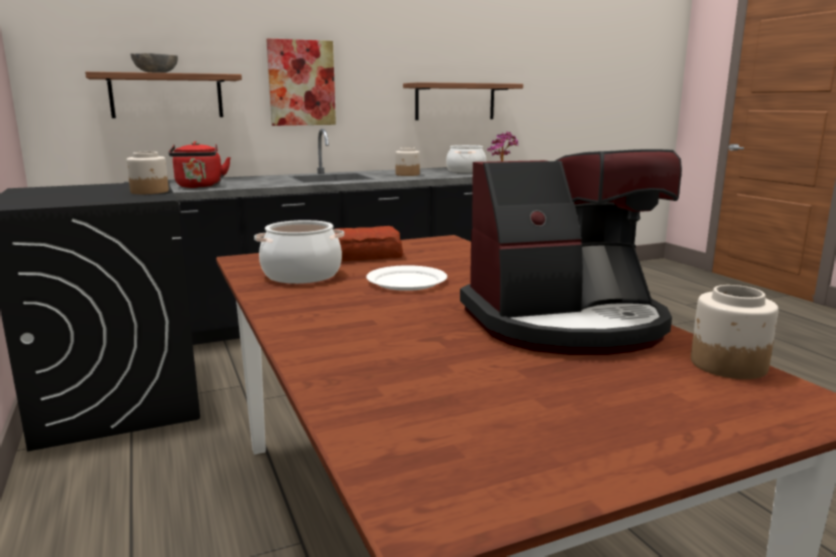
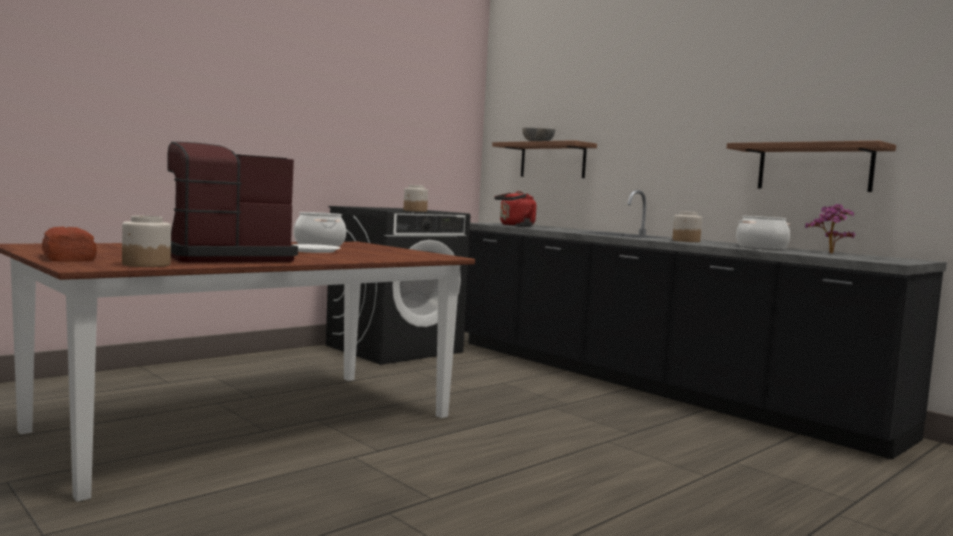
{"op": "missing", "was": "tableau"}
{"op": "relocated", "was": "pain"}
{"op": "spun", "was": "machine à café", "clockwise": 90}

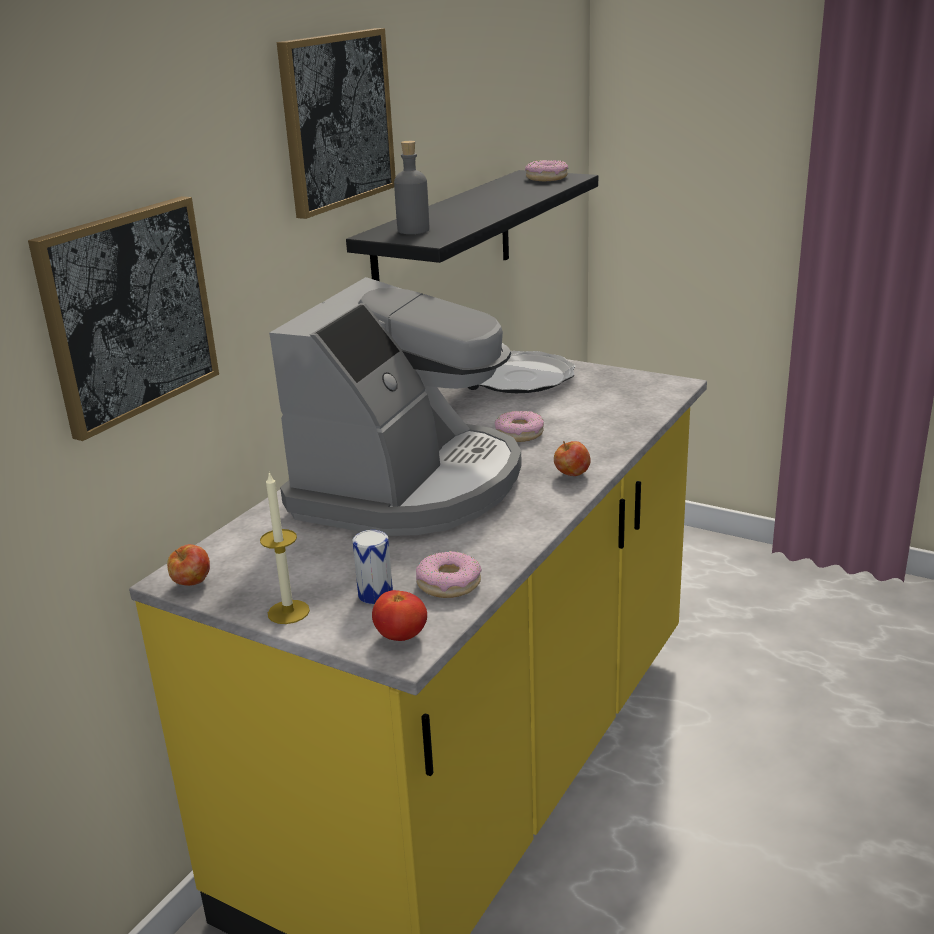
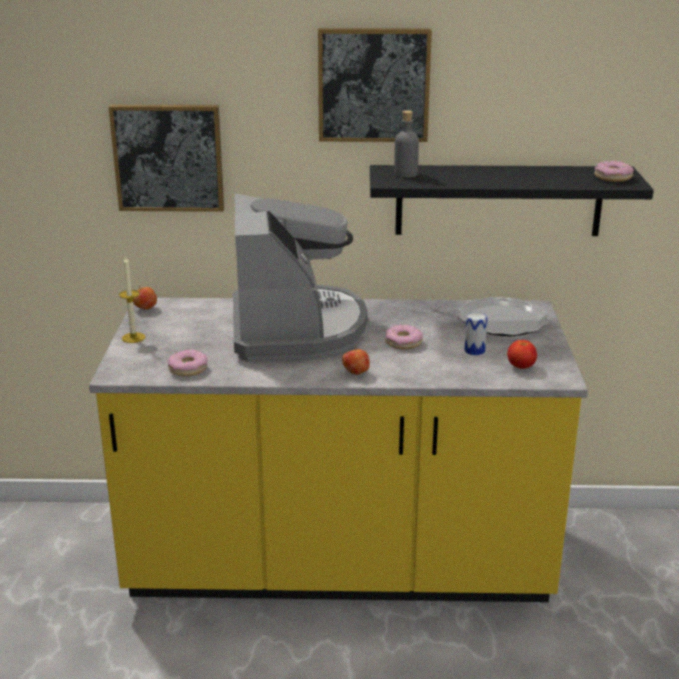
{"op": "spun", "was": "machine à café", "clockwise": -90}
{"op": "relocated", "was": "boîte métallique"}
{"op": "relocated", "was": "tomate"}

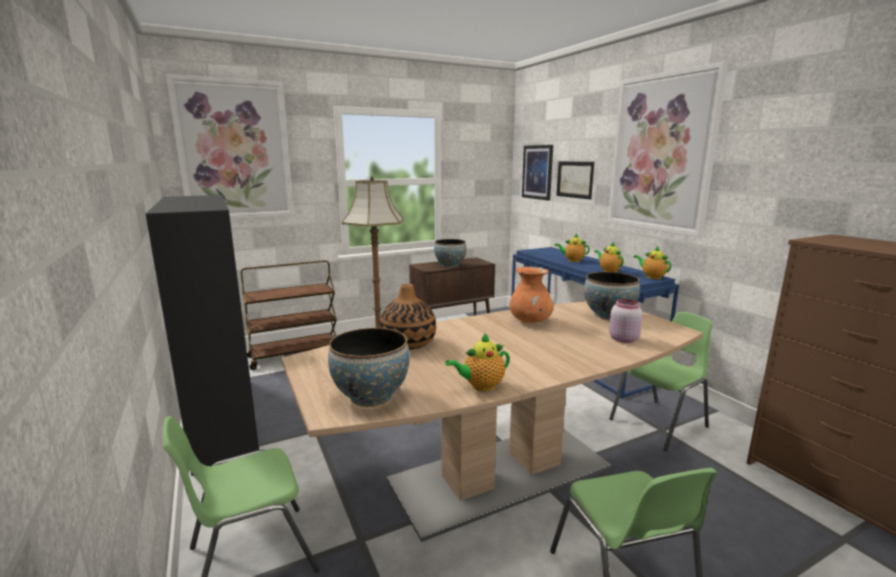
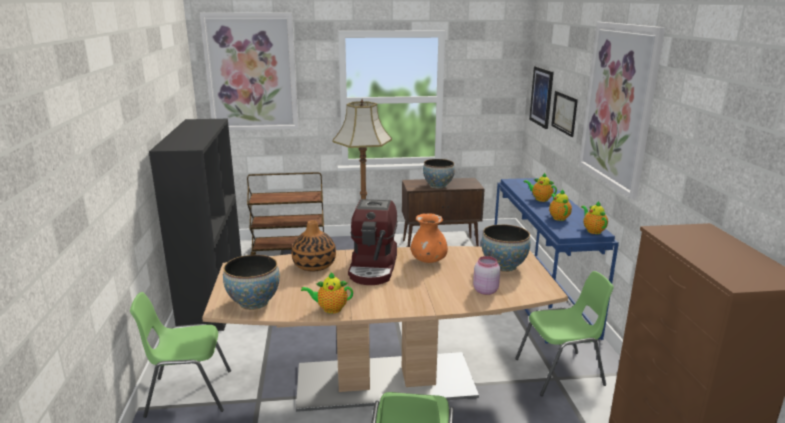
{"op": "appeared", "now": "machine à café"}

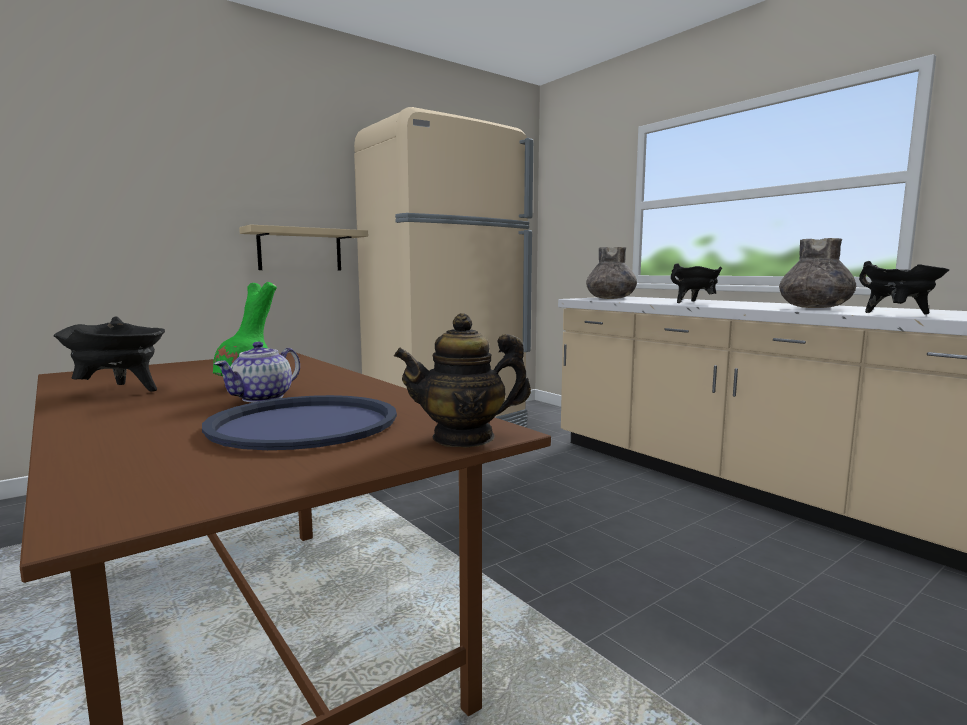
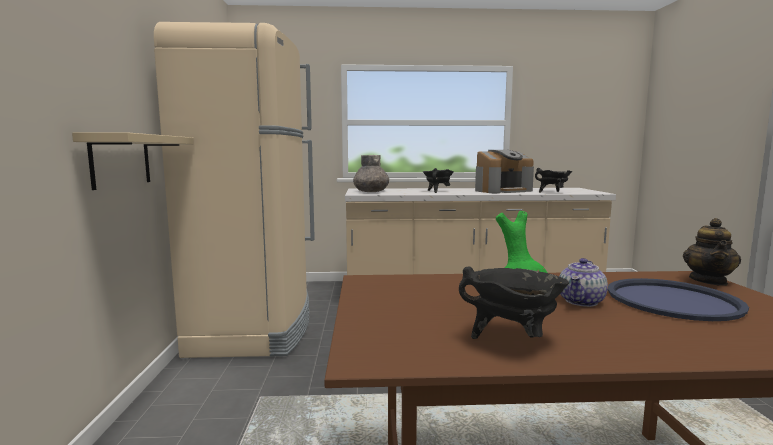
{"op": "spun", "was": "théière (no. 1 from left)", "clockwise": 60}
{"op": "exchanged", "was": "vase (gris) (no. 2 from left)", "now": "machine à café"}

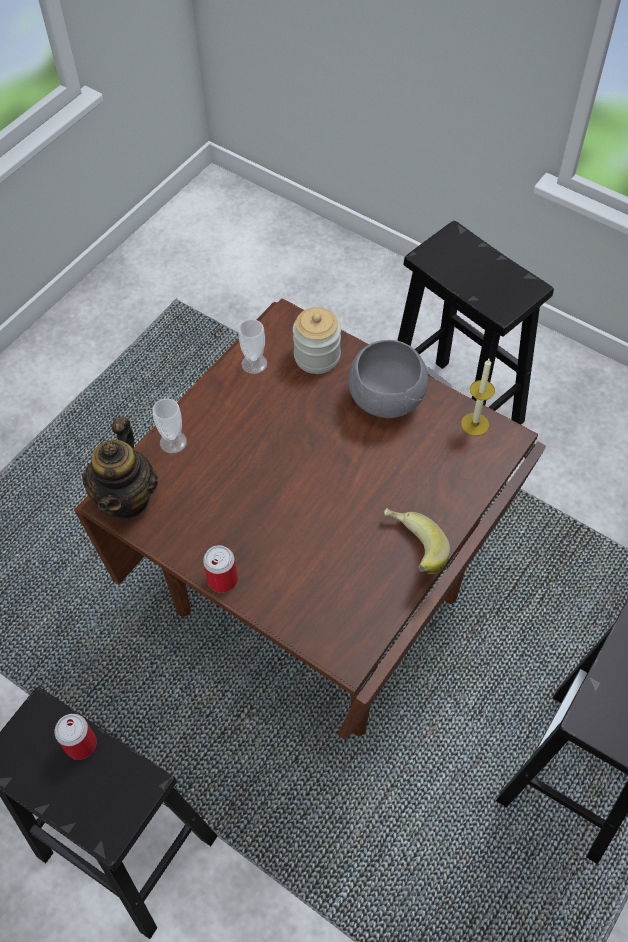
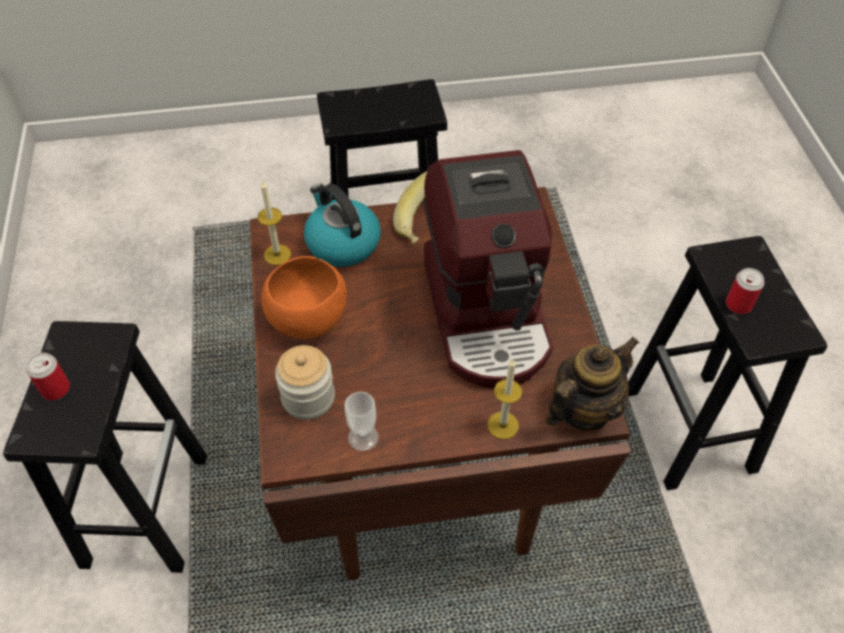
{"op": "exchanged", "was": "tasse (no. 1 from left)", "now": "bougie (no. 2 from left)"}
{"op": "relocated", "was": "boîte métallique (no. 2 from left in the first image)", "now": "boîte métallique (no. 1 from left)"}
{"op": "colour", "was": "bol (gris)", "now": "bol (orange)"}
{"op": "appeared", "now": "bouilloire"}
{"op": "appeared", "now": "machine à café"}

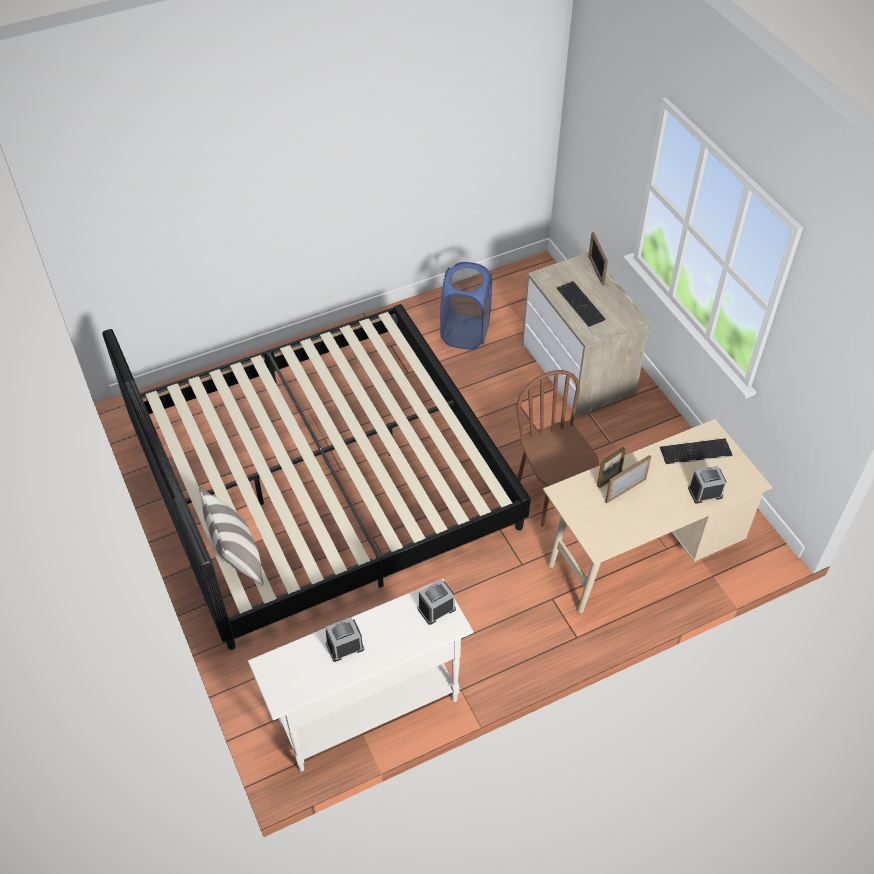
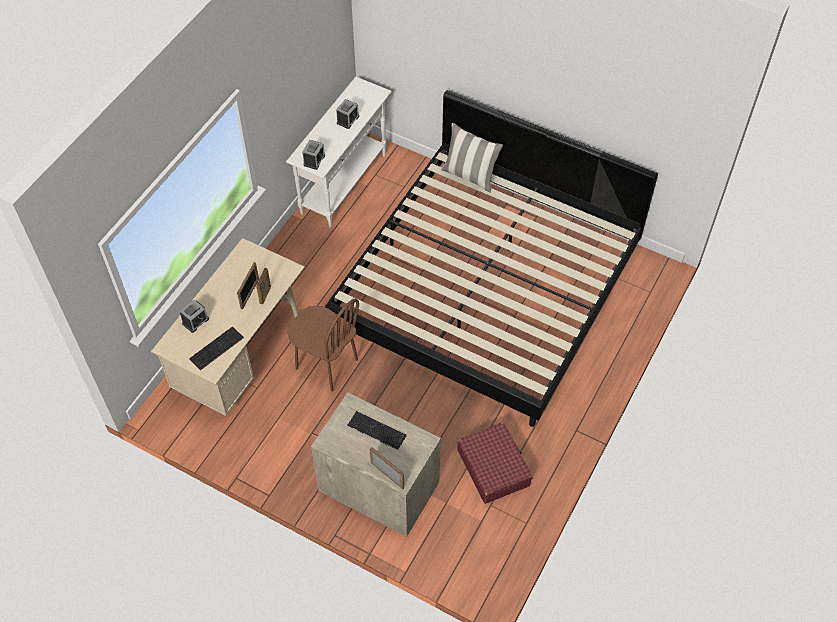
{"op": "exchanged", "was": "panier à linge (bleu)", "now": "valise (rouge)"}

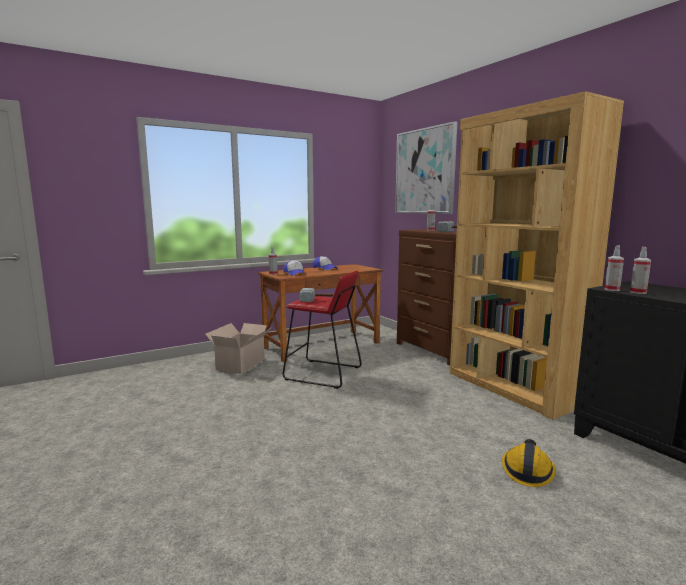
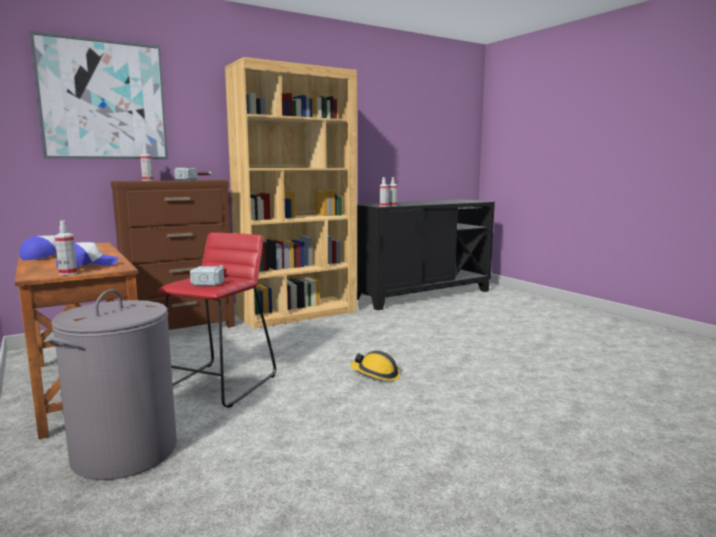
{"op": "exchanged", "was": "carton", "now": "panier à linge (gris)"}
{"op": "relocated", "was": "casque de chantier"}

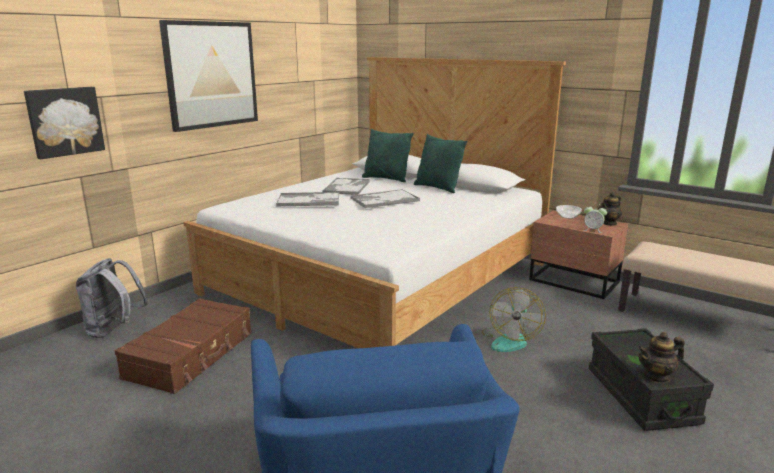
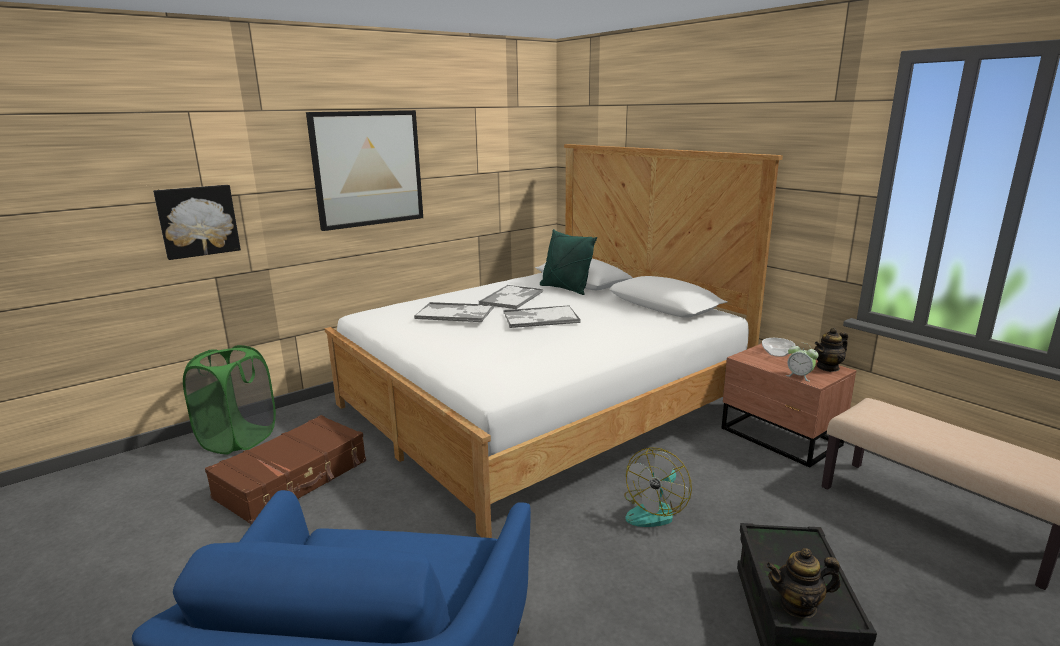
{"op": "exchanged", "was": "sac à dos (gris)", "now": "panier à linge (vert)"}
{"op": "missing", "was": "coussin (vert) (no. 2 from left)"}

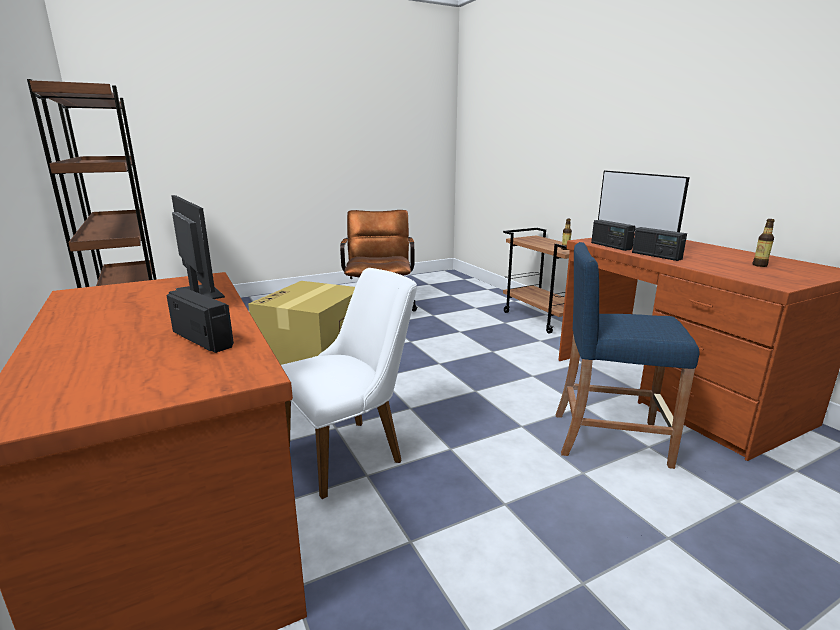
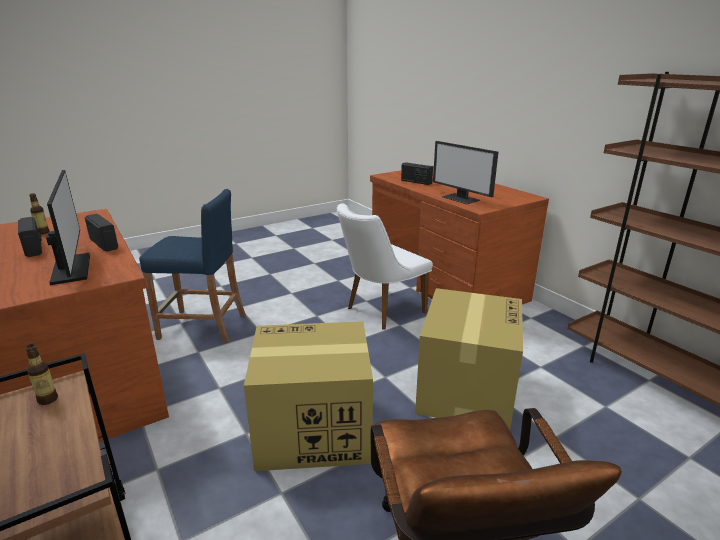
{"op": "relocated", "was": "radio (no. 2 from left in the first image)", "now": "radio (no. 1 from left)"}
{"op": "appeared", "now": "carton (no. 1 from left)"}

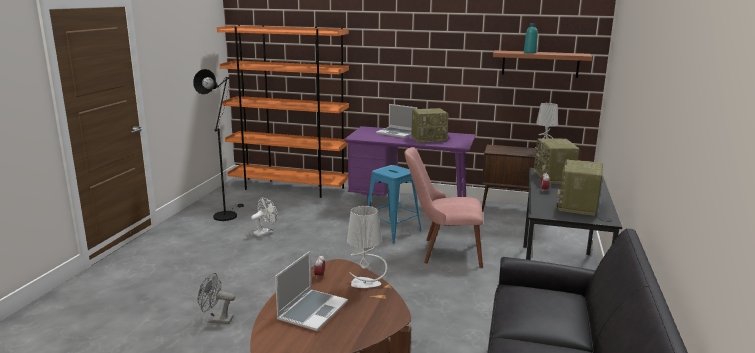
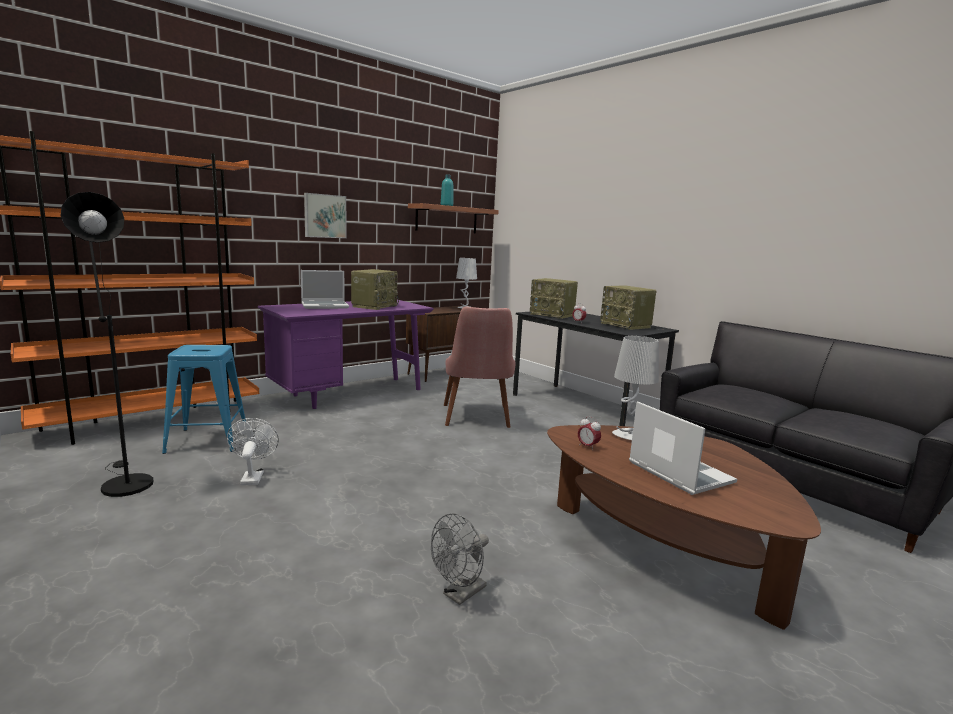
{"op": "relocated", "was": "tabouret (bleu)"}
{"op": "spun", "was": "chaise (rose)", "clockwise": -45}
{"op": "appeared", "now": "tableau"}

